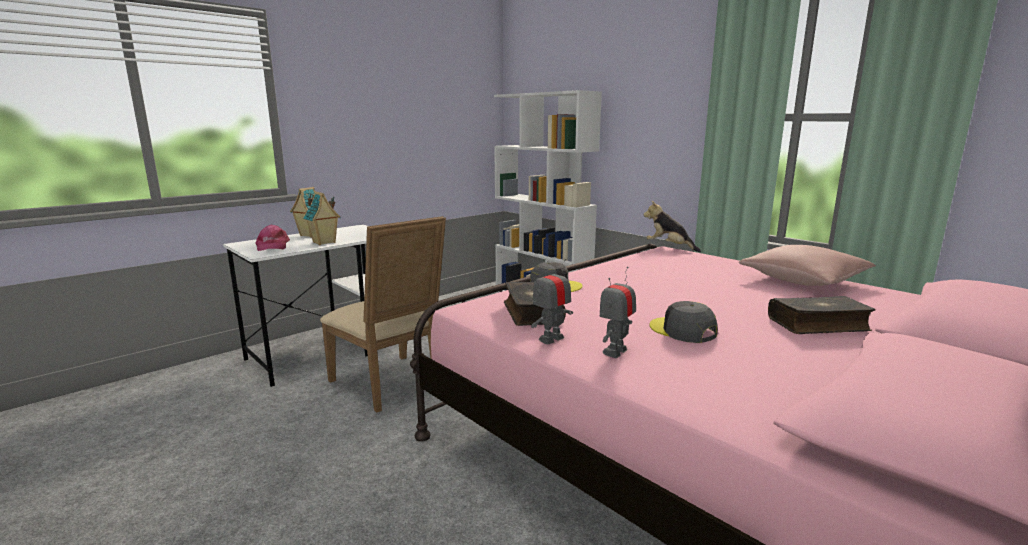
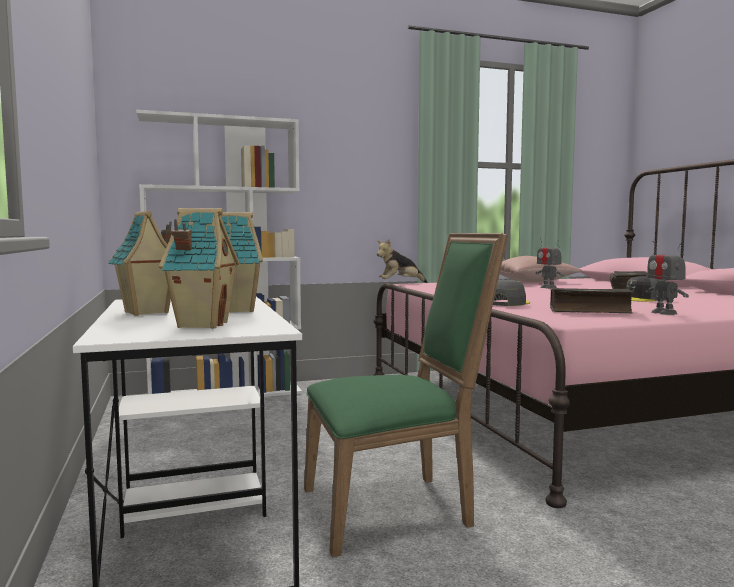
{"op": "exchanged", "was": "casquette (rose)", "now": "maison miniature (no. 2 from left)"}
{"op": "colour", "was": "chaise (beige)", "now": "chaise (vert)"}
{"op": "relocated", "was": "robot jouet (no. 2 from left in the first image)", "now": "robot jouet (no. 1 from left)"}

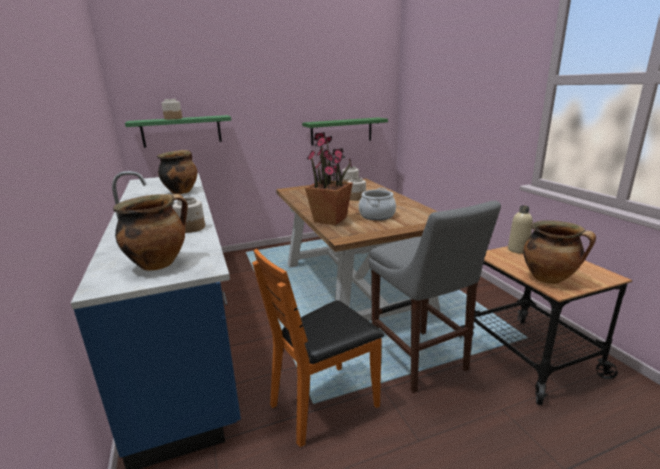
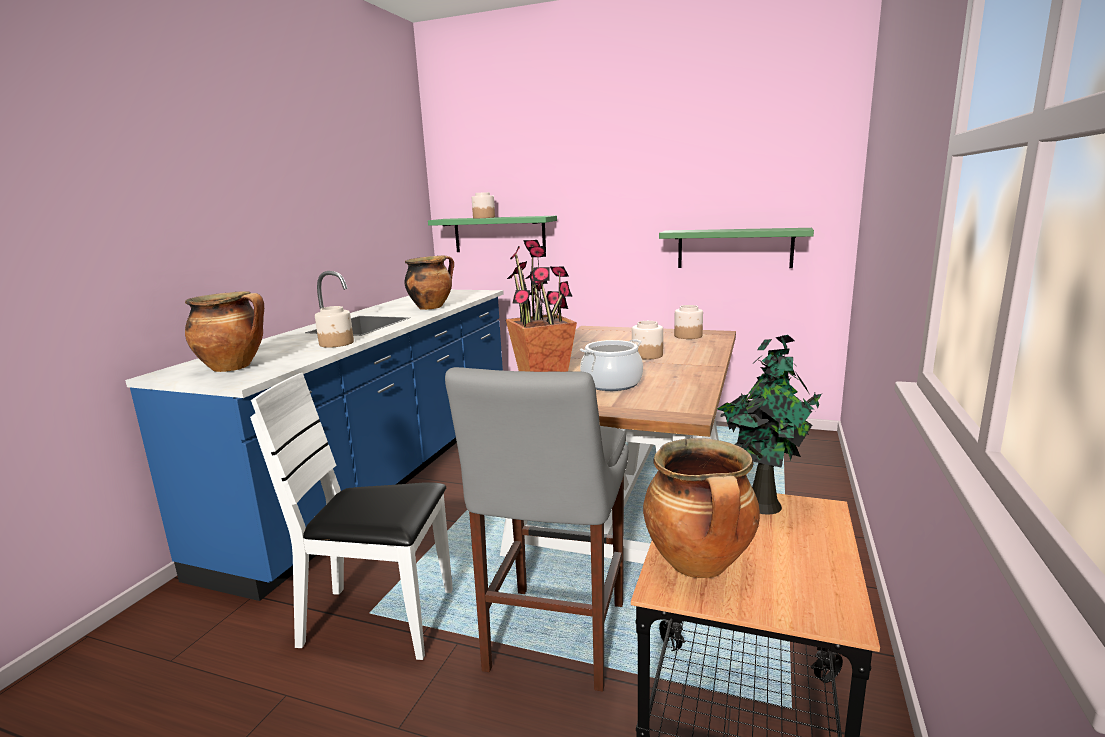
{"op": "colour", "was": "chaise (orange)", "now": "chaise (blanc)"}
{"op": "exchanged", "was": "bouteille (beige)", "now": "plante en pot (no. 2 from left)"}

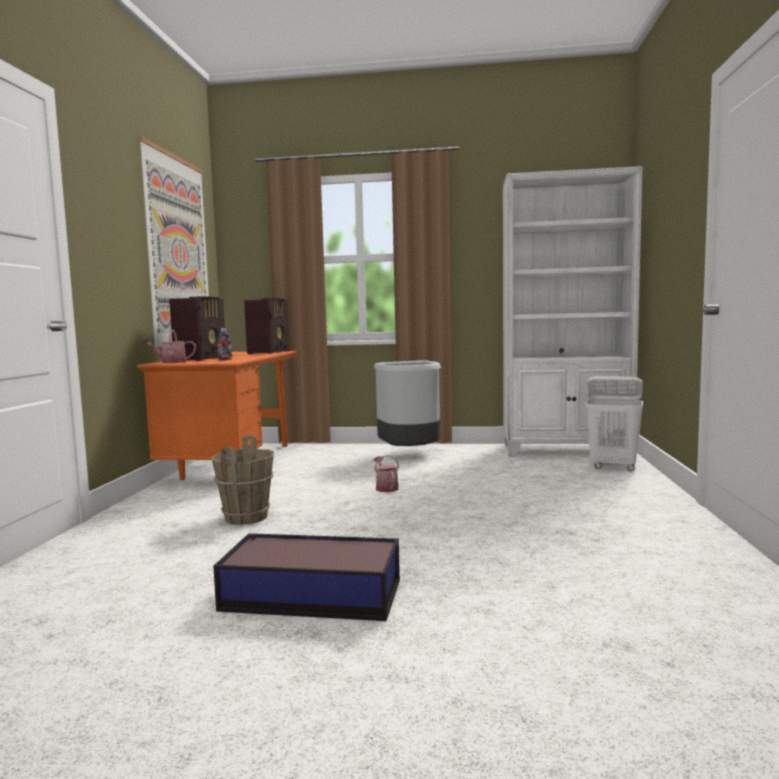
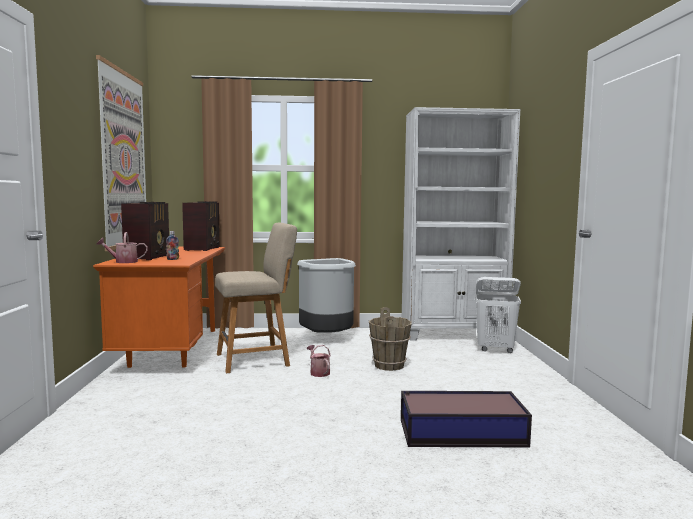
{"op": "relocated", "was": "seau (marron)"}
{"op": "relocated", "was": "boîte de rangement"}
{"op": "appeared", "now": "chaise (beige)"}

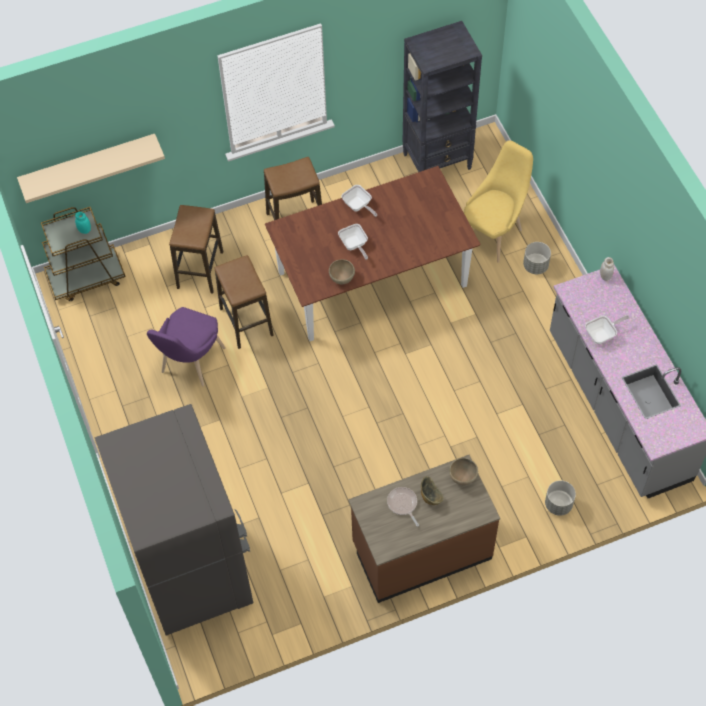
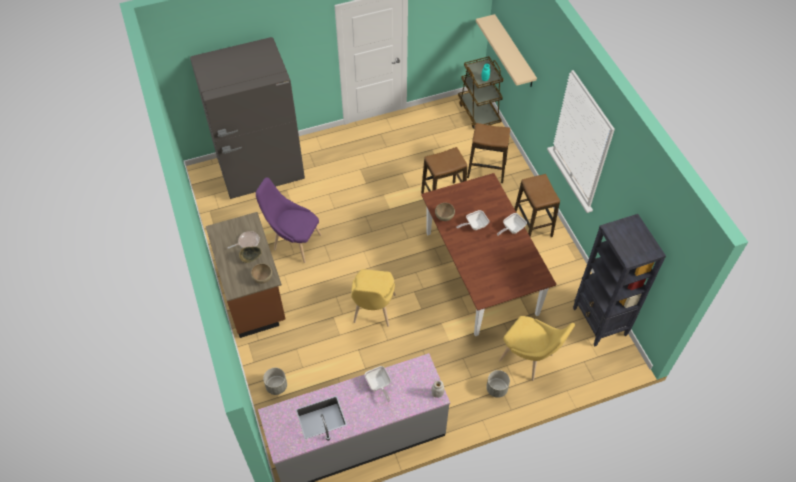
{"op": "relocated", "was": "chaise (violet)"}
{"op": "appeared", "now": "chaise (jaune) (no. 1 from left)"}

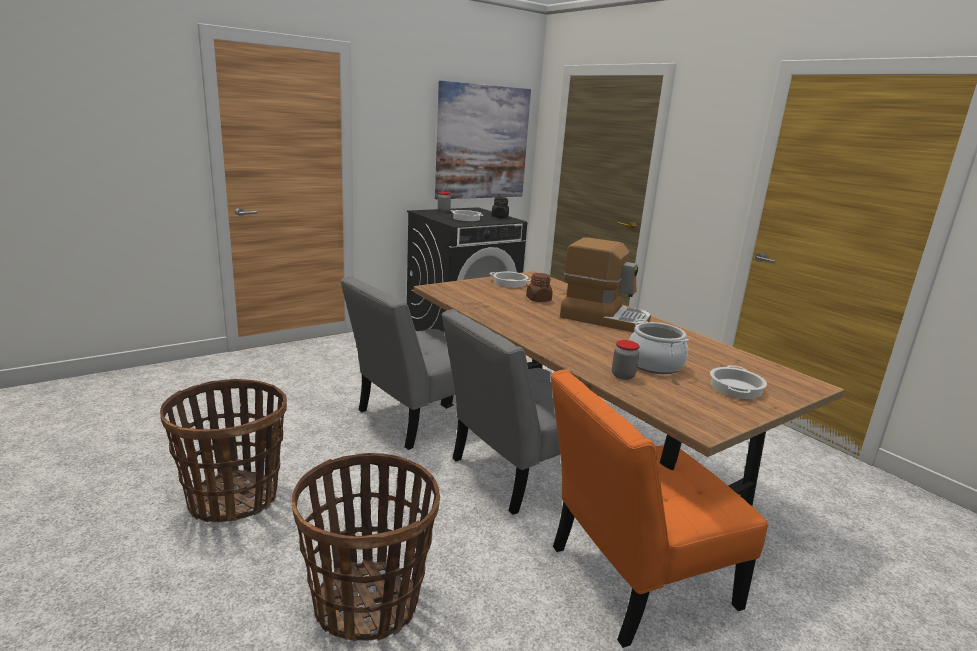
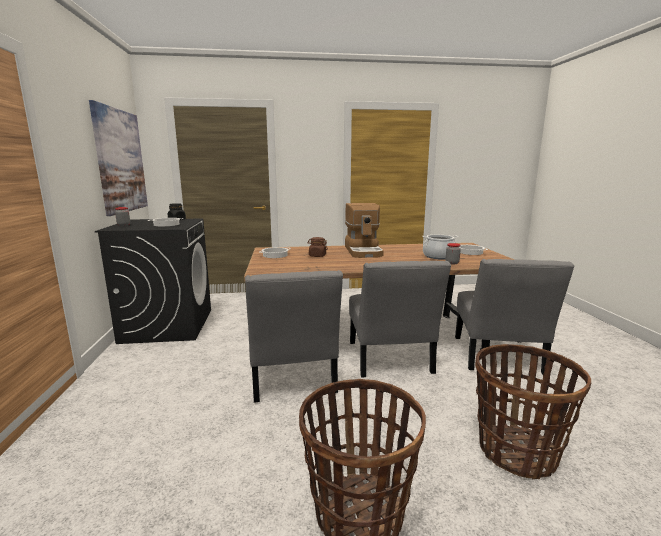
{"op": "colour", "was": "chaise (orange)", "now": "chaise (gris) (no. 3 from left)"}
{"op": "spun", "was": "machine à café", "clockwise": 120}

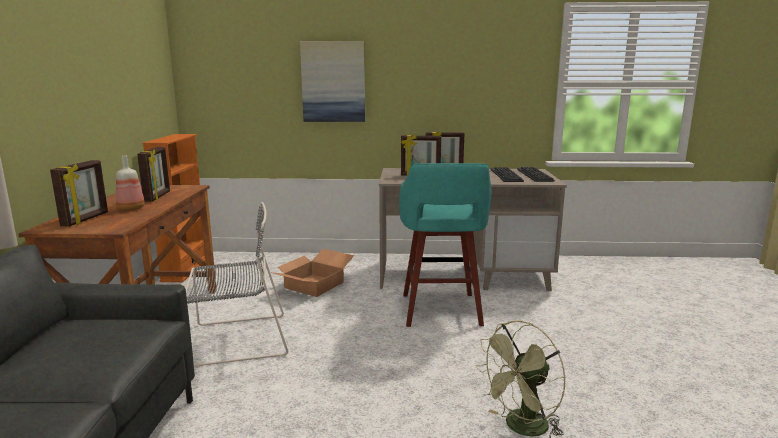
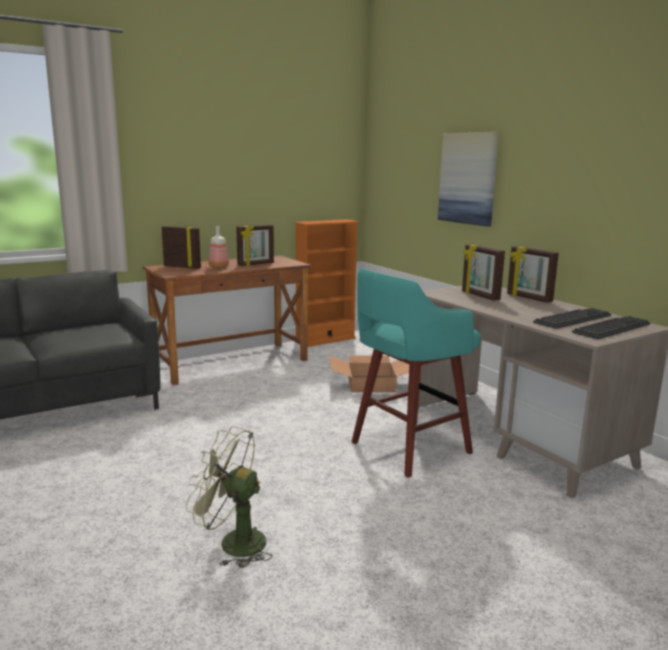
{"op": "spun", "was": "cadre photo (no. 1 from left)", "clockwise": -135}
{"op": "missing", "was": "chaise (gris)"}

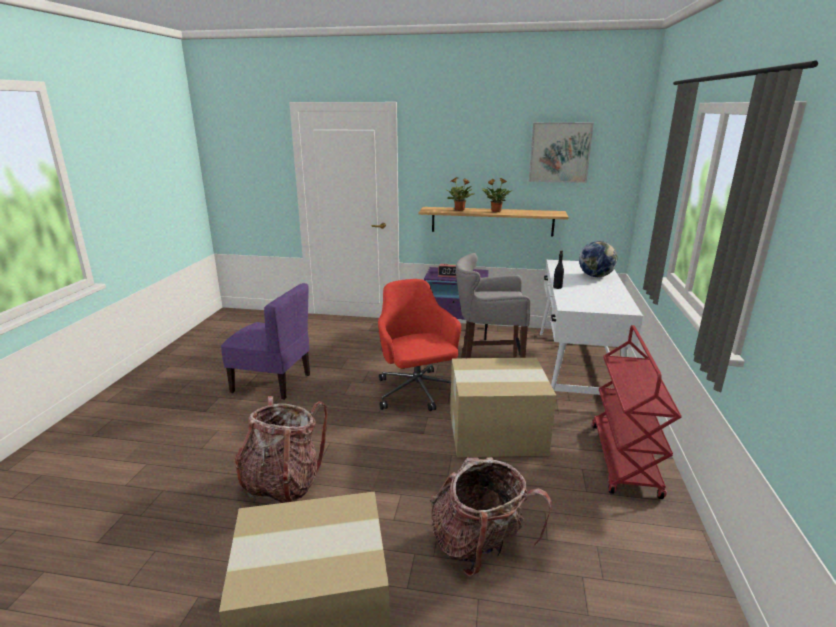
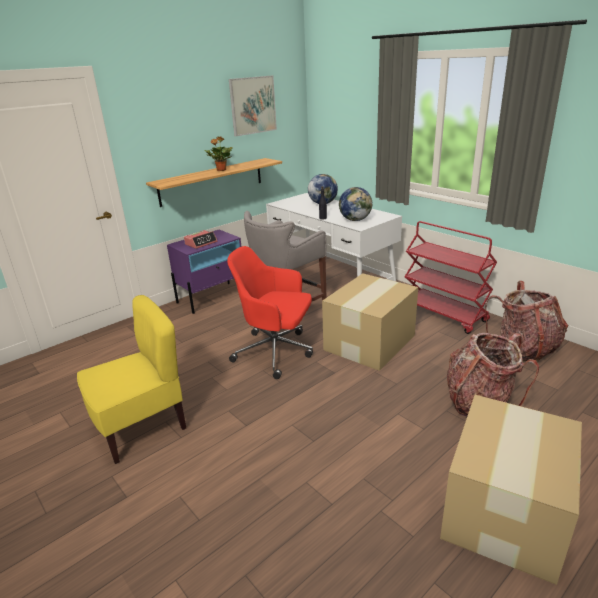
{"op": "colour", "was": "chaise (violet)", "now": "chaise (jaune)"}
{"op": "relocated", "was": "sac à dos (no. 1 from left in the first image)", "now": "sac à dos (no. 2 from left)"}
{"op": "missing", "was": "plante en pot (no. 1 from left)"}
{"op": "appeared", "now": "globe (no. 2 from left)"}

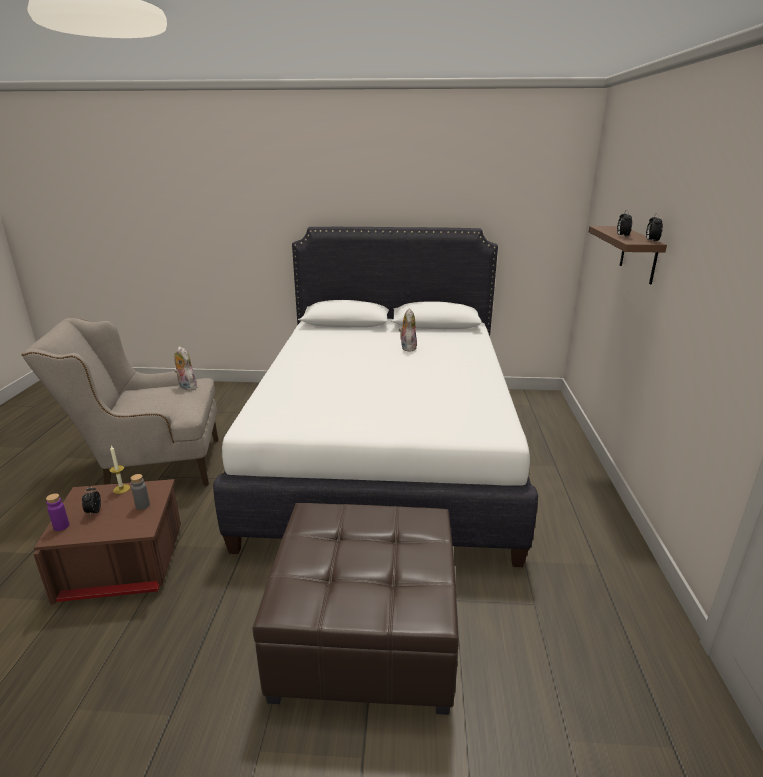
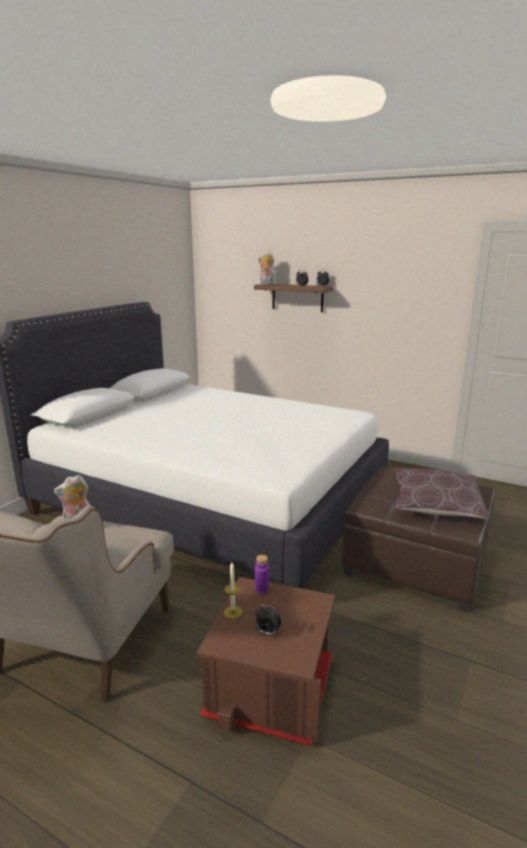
{"op": "relocated", "was": "bouteille (violet)"}
{"op": "missing", "was": "bouteille (gris)"}
{"op": "relocated", "was": "peluche (no. 2 from left)"}
{"op": "appeared", "now": "coussin (marron)"}

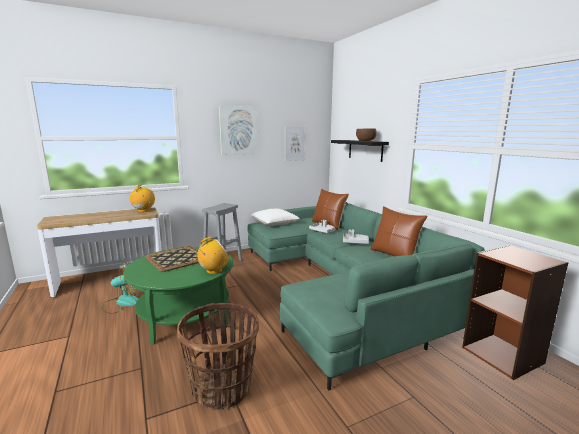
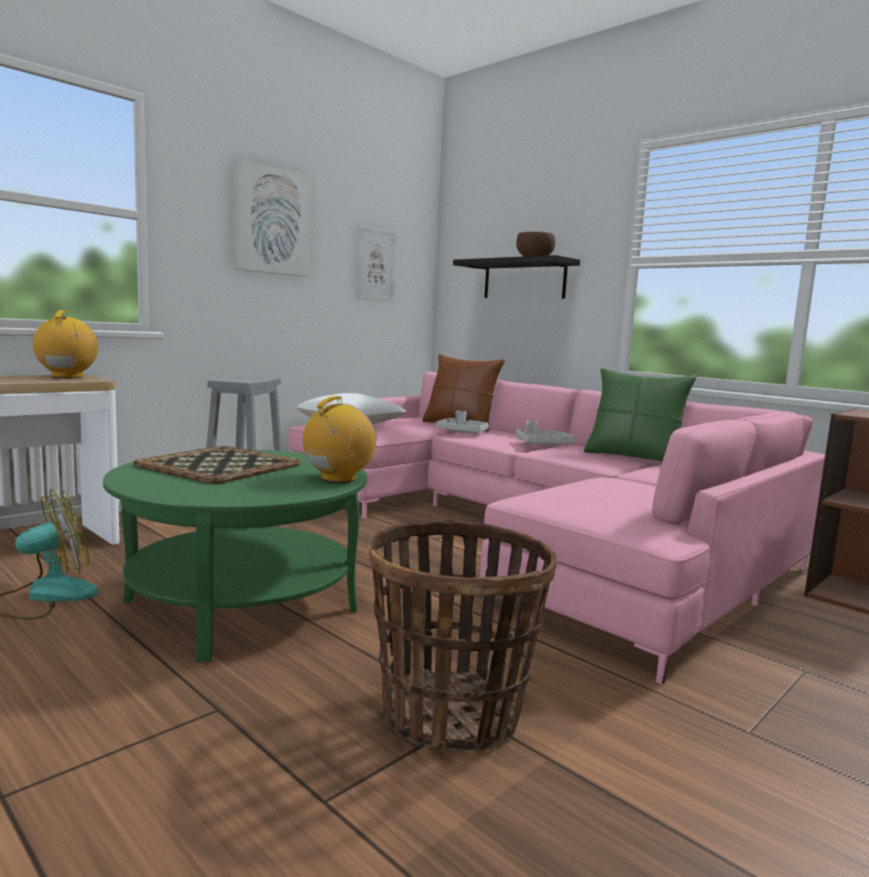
{"op": "colour", "was": "canapé (vert)", "now": "canapé (rose)"}
{"op": "colour", "was": "coussin (marron) (no. 2 from left)", "now": "coussin (vert)"}

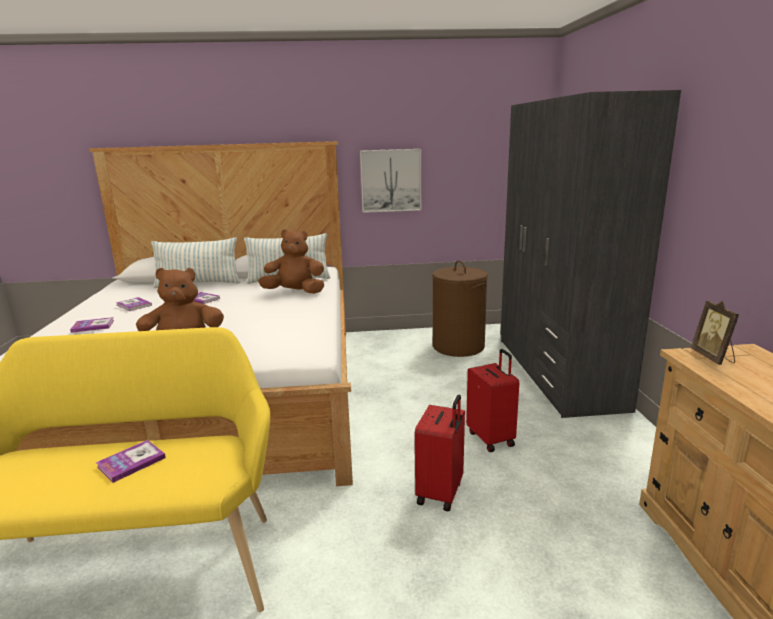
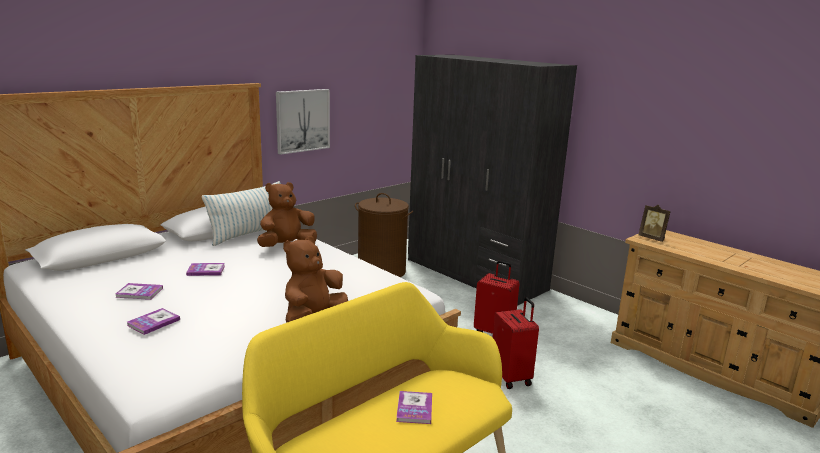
{"op": "missing", "was": "coussin (no. 1 from left)"}

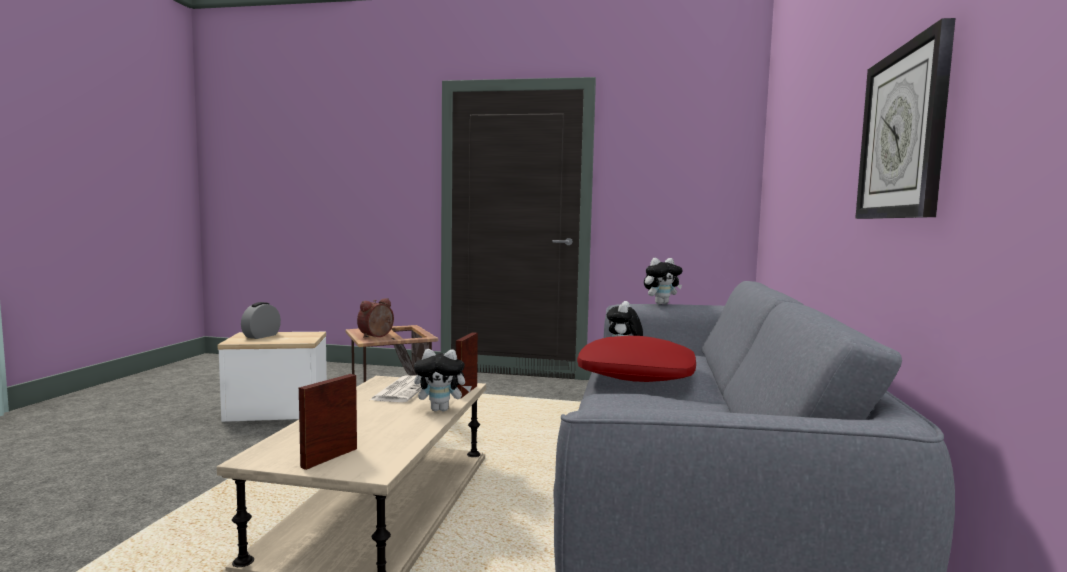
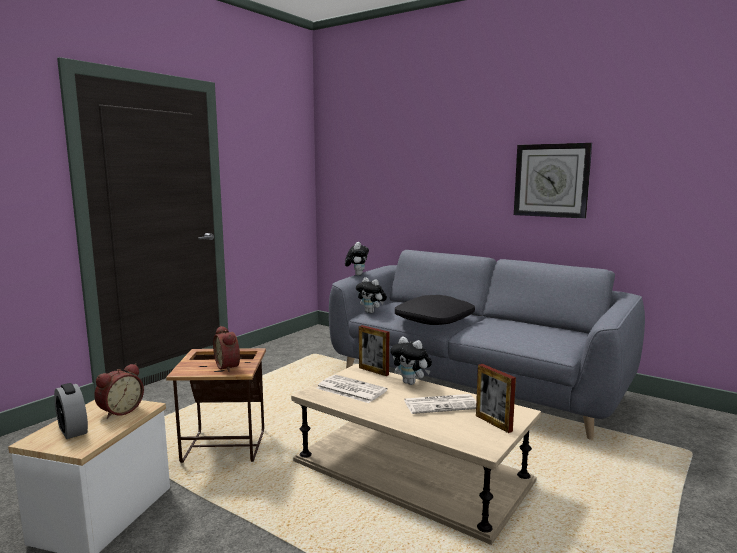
{"op": "spun", "was": "peluche (no. 1 from left in the first image)", "clockwise": 105}
{"op": "colour", "was": "coussin (rouge)", "now": "coussin (noir)"}
{"op": "appeared", "now": "réveil (no. 2 from left)"}
{"op": "appeared", "now": "journal (no. 2 from left)"}

